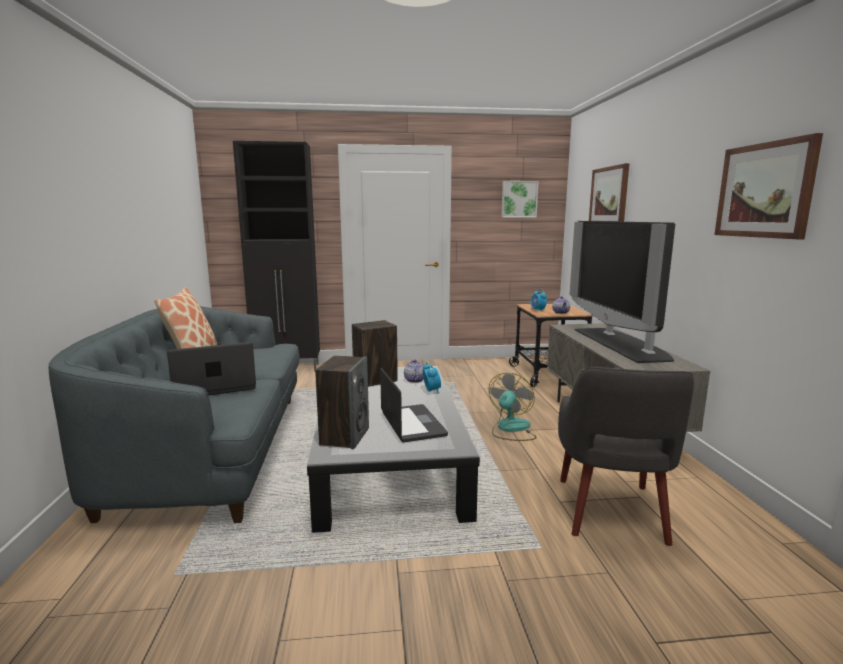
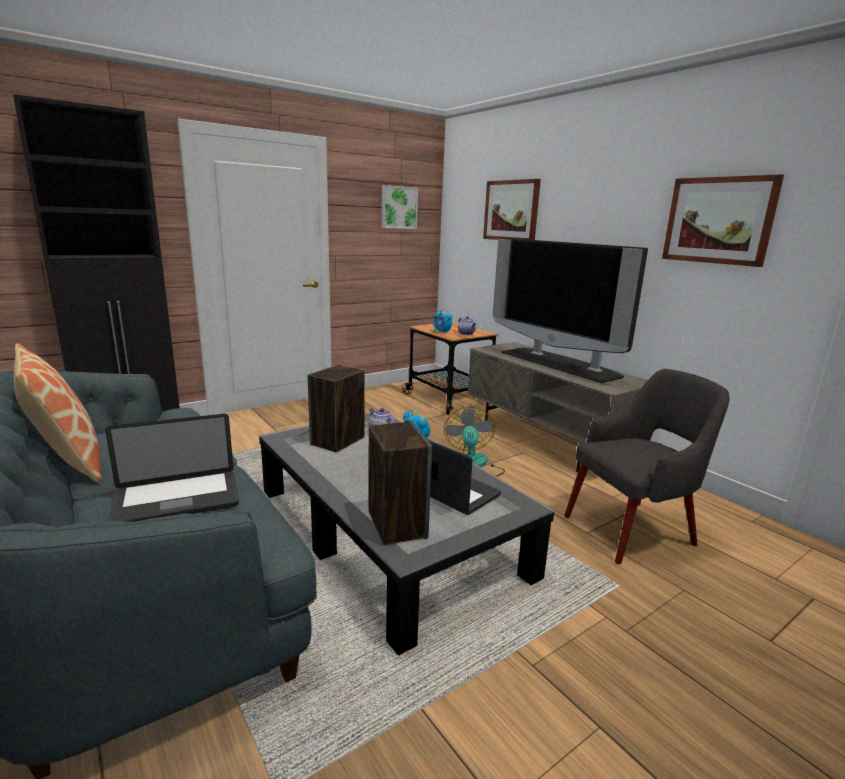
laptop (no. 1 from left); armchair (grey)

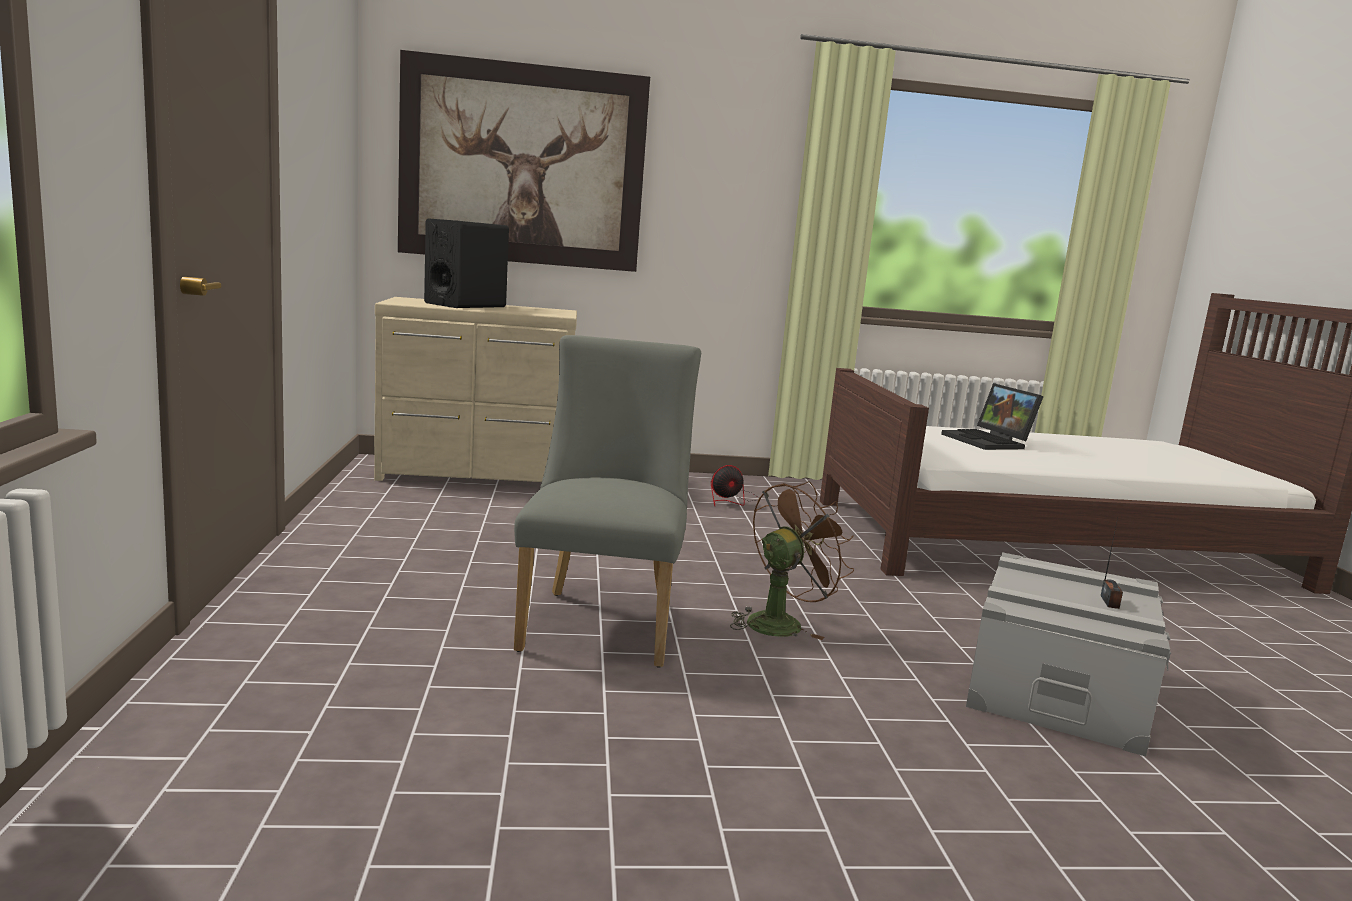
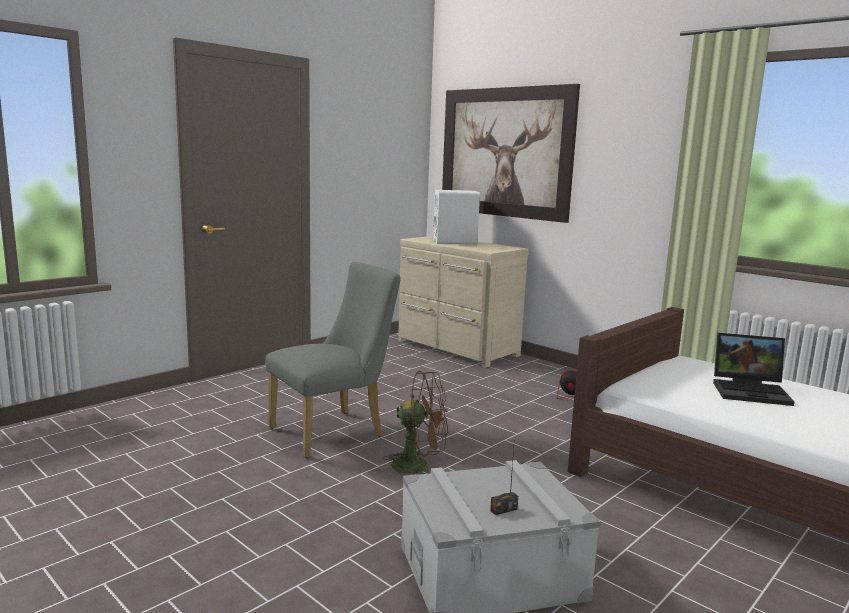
speaker (white); laptop

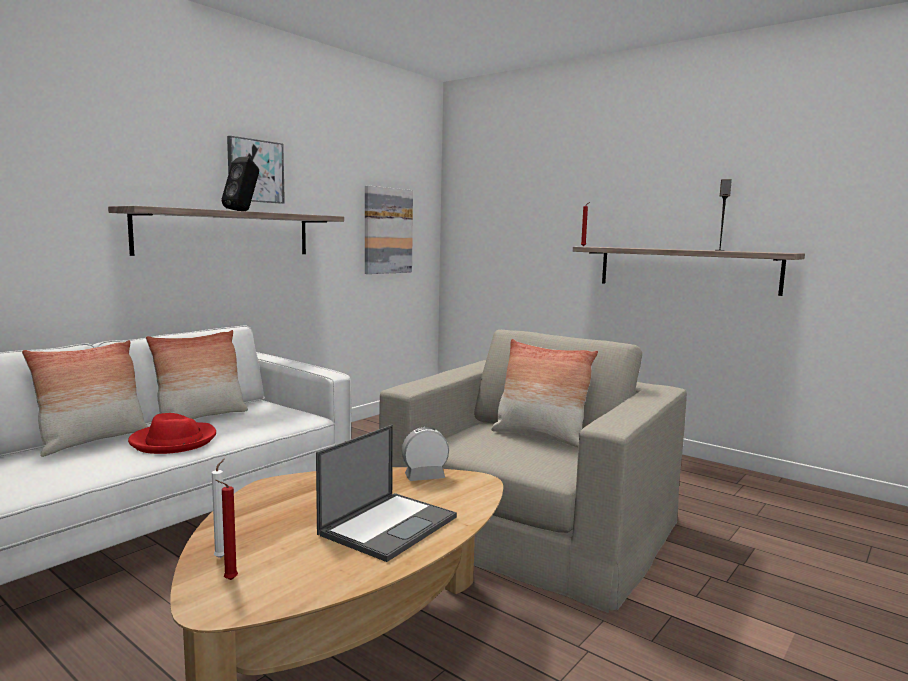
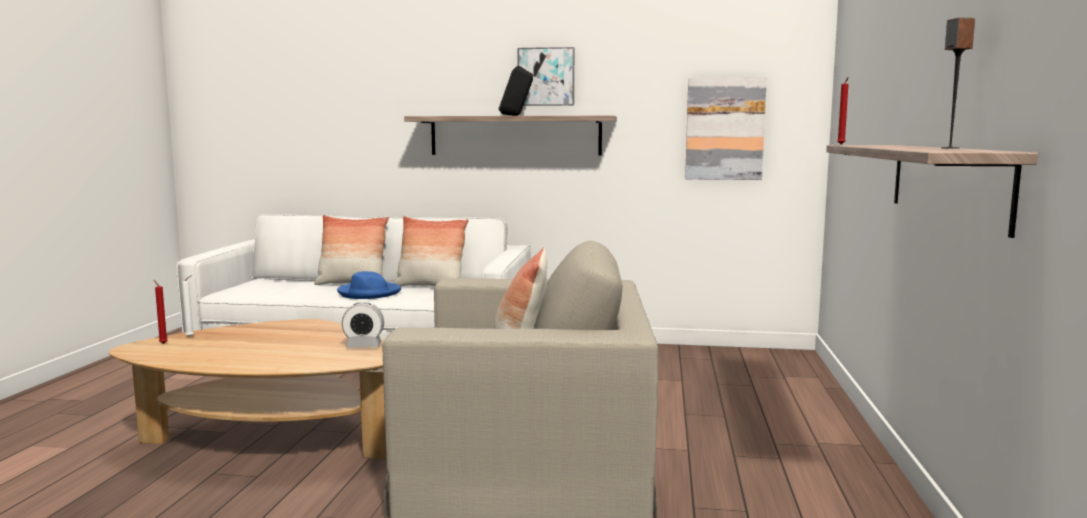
hat (blue); laptop; alarm clock

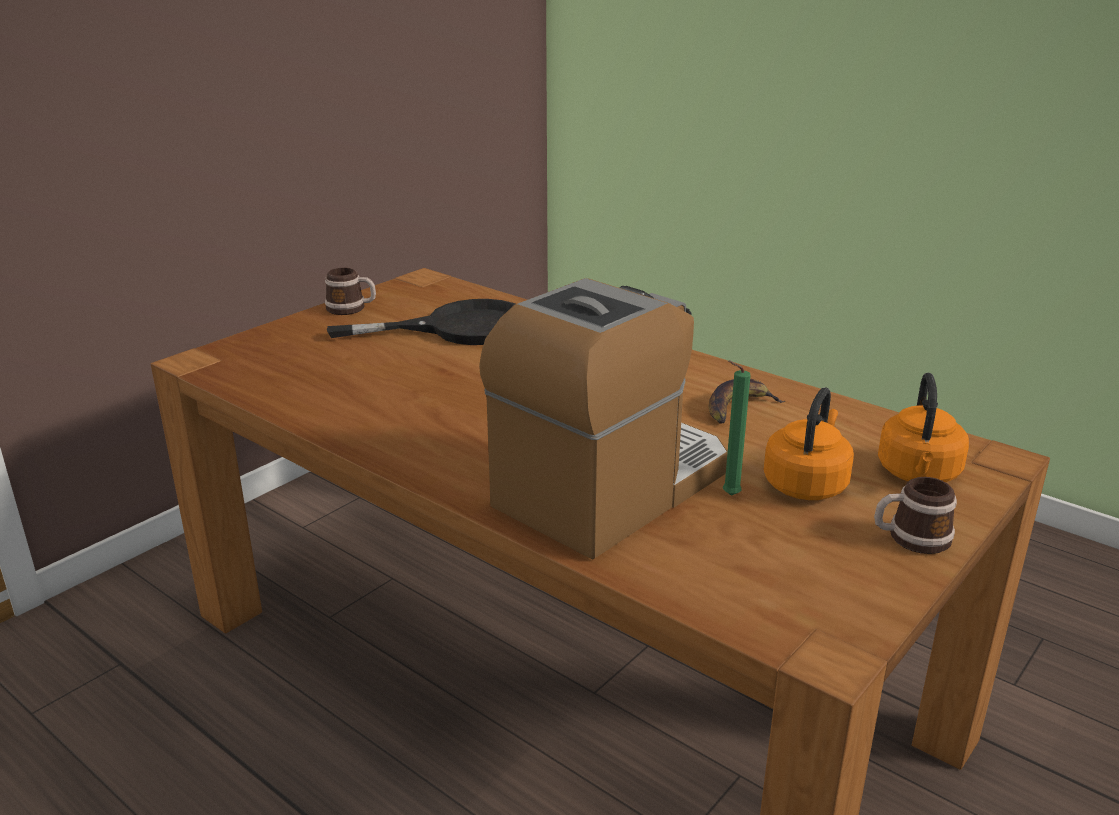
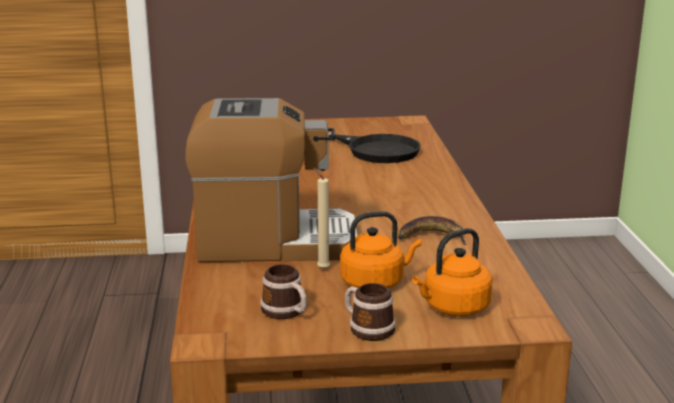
mug (no. 1 from left); candle (beige)

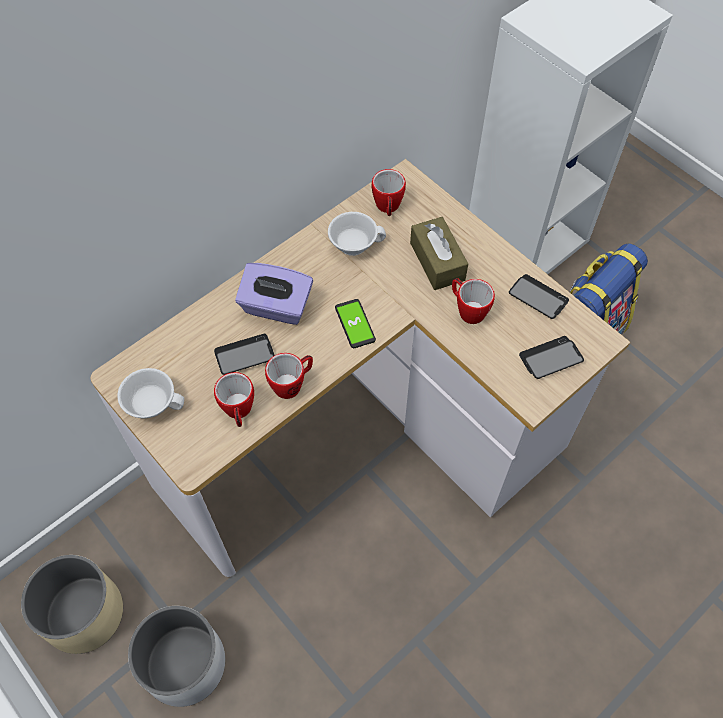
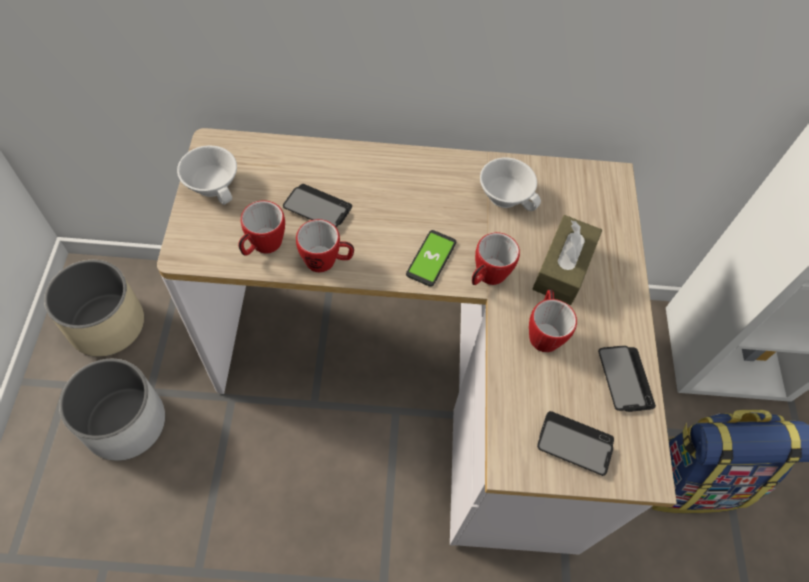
mug (no. 3 from left); tissue box (purple)

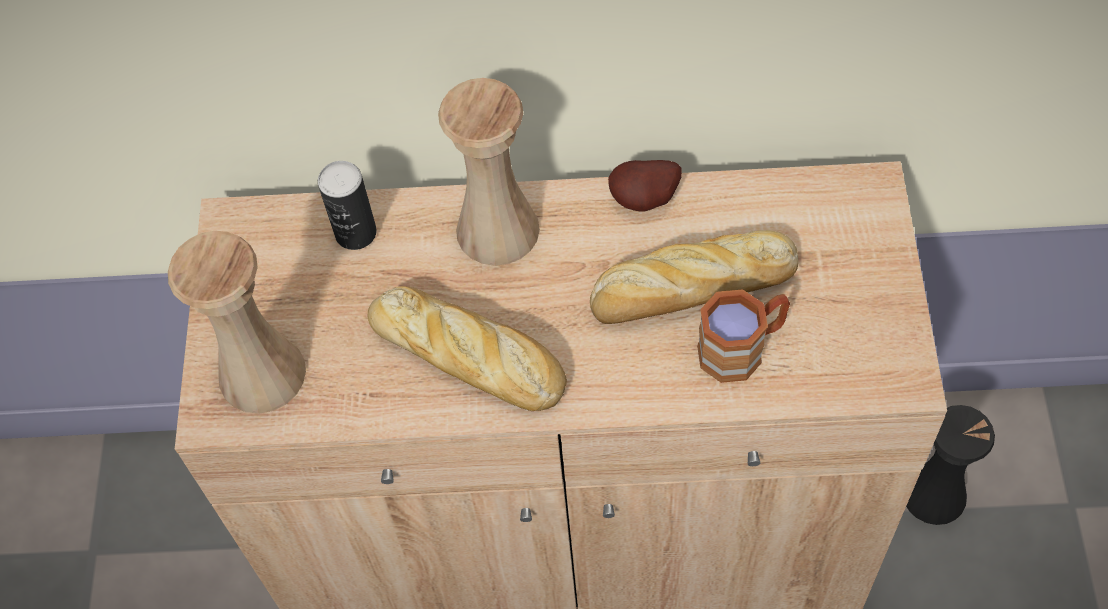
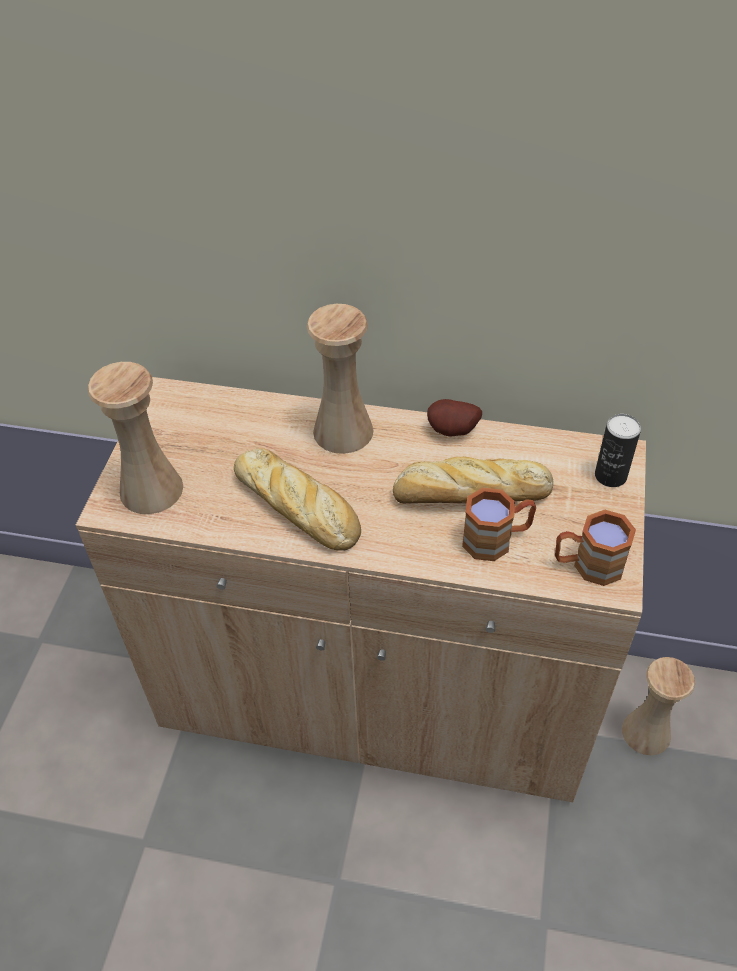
can; vase (beige) (no. 3 from left); mug (brown) (no. 2 from left)

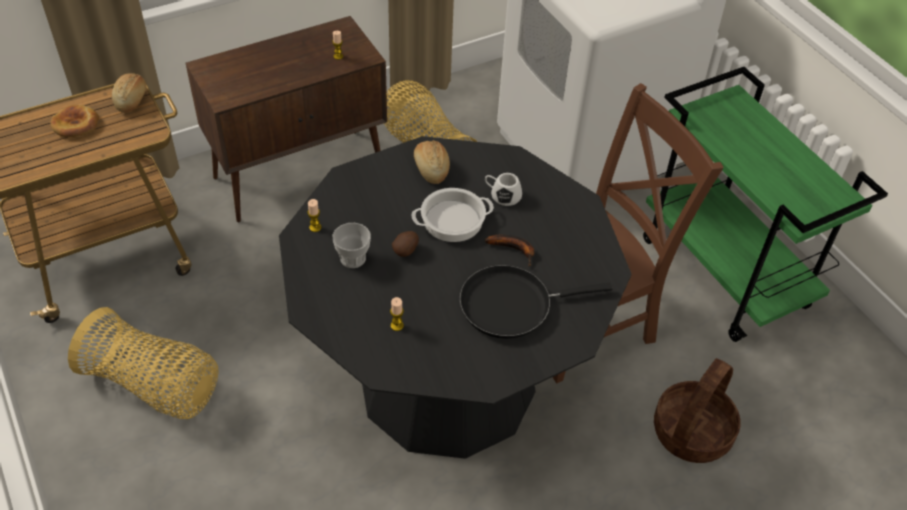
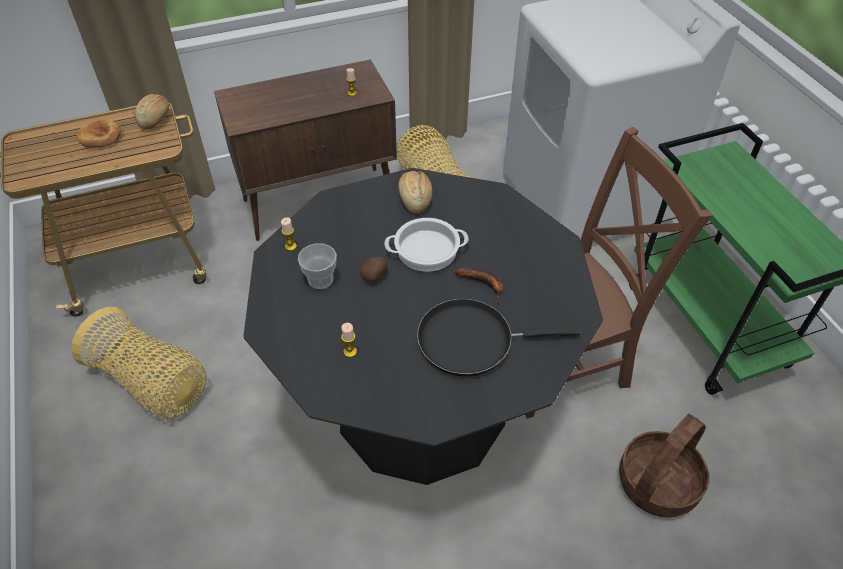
mug (white)

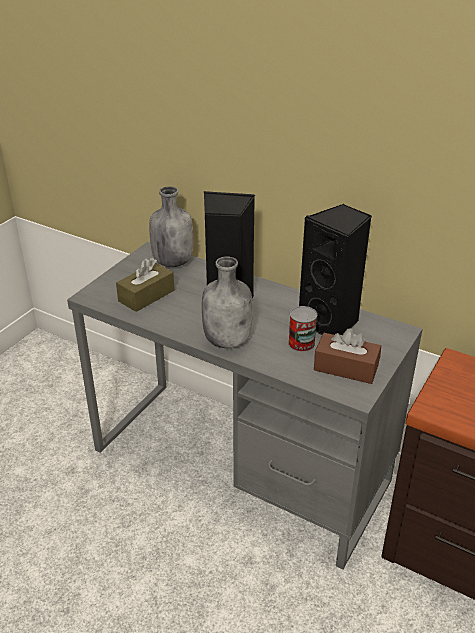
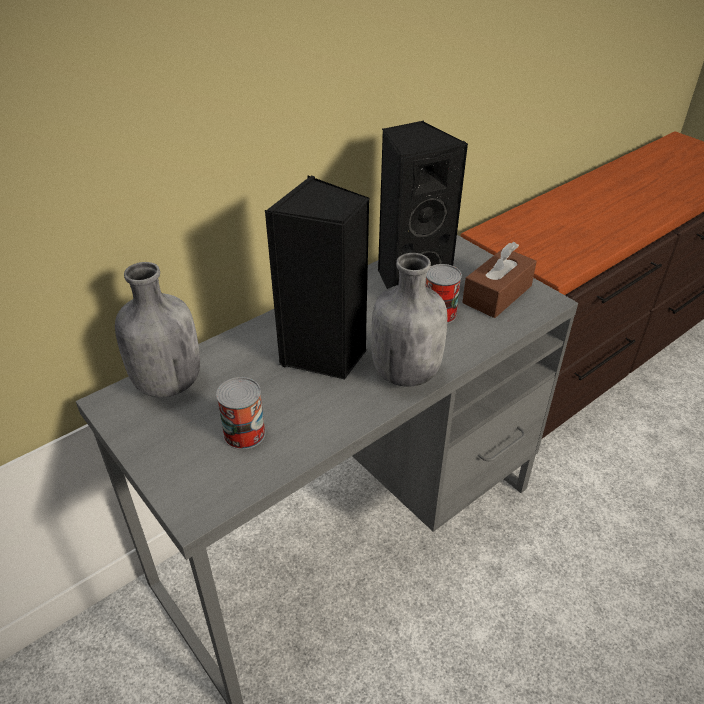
can (no. 1 from left)

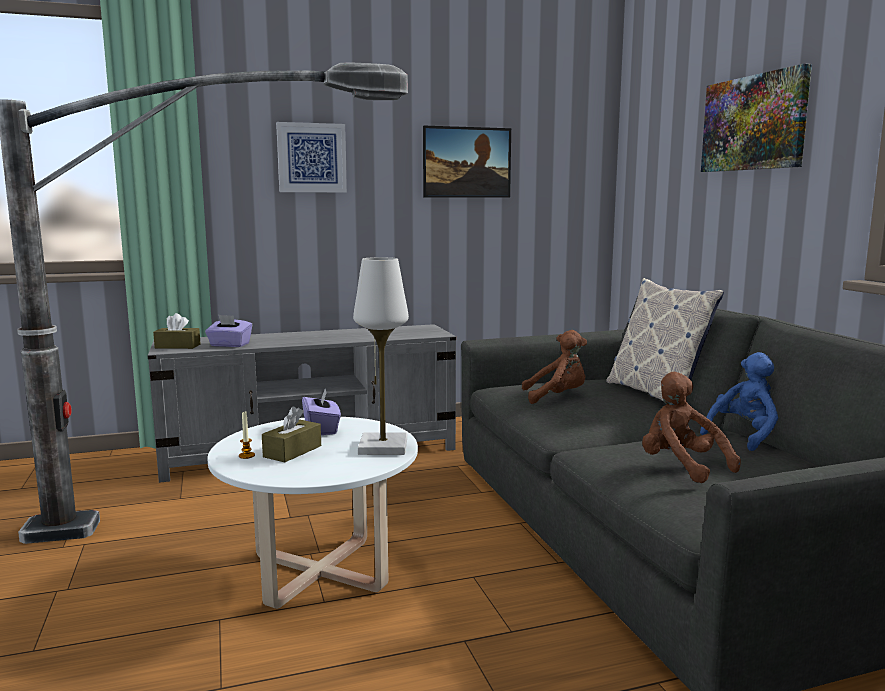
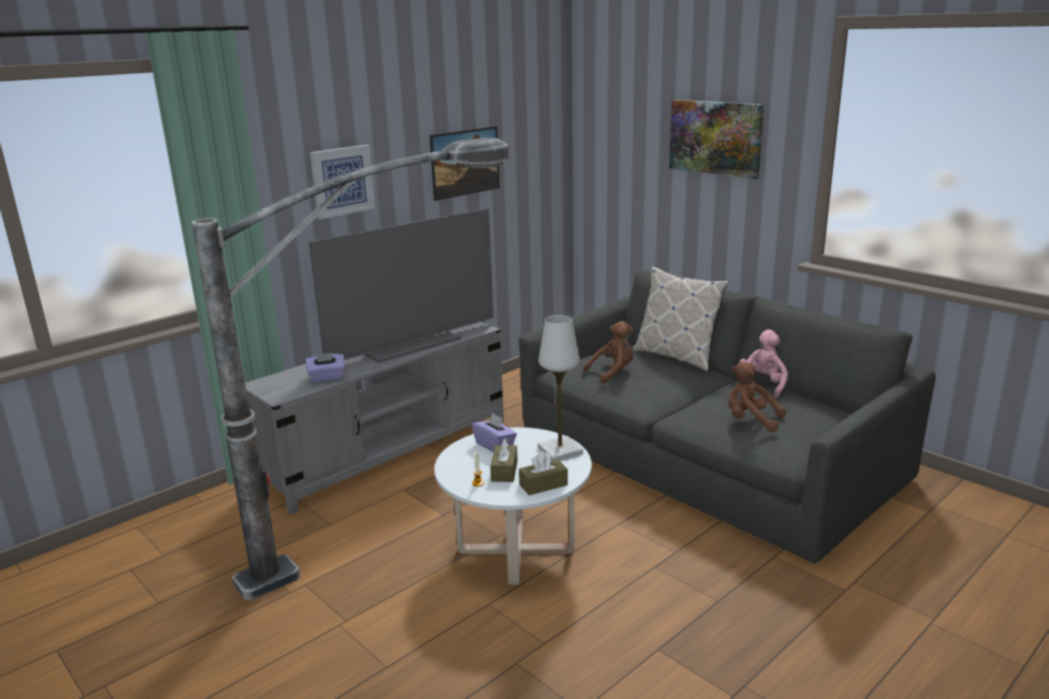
tissue box (brown) (no. 2 from left); plush toy (pink); television

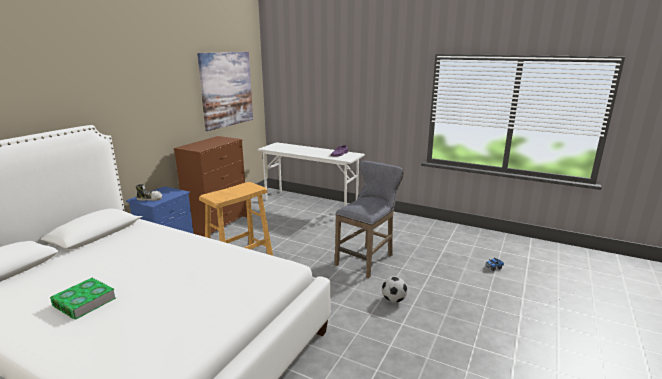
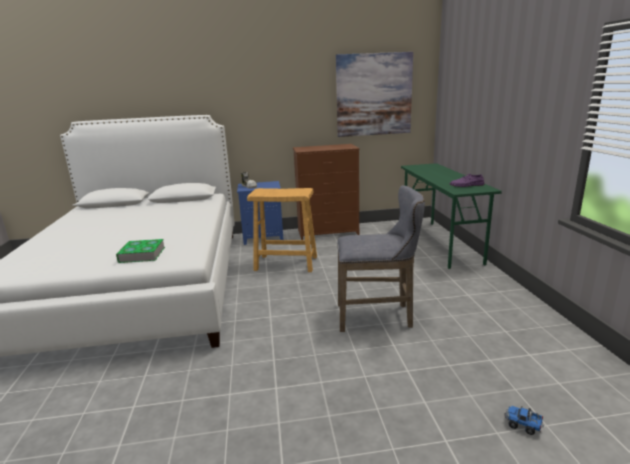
desk (green); football; book

